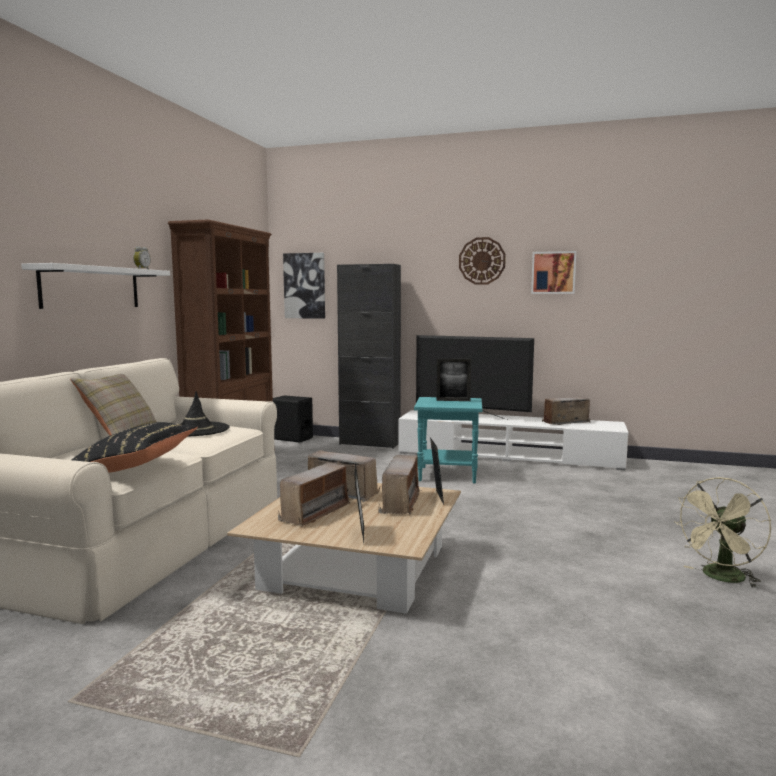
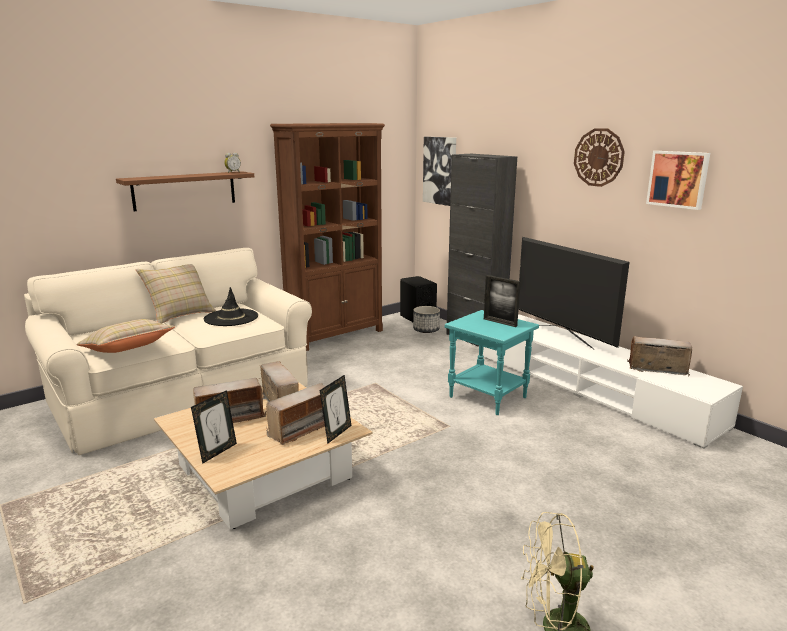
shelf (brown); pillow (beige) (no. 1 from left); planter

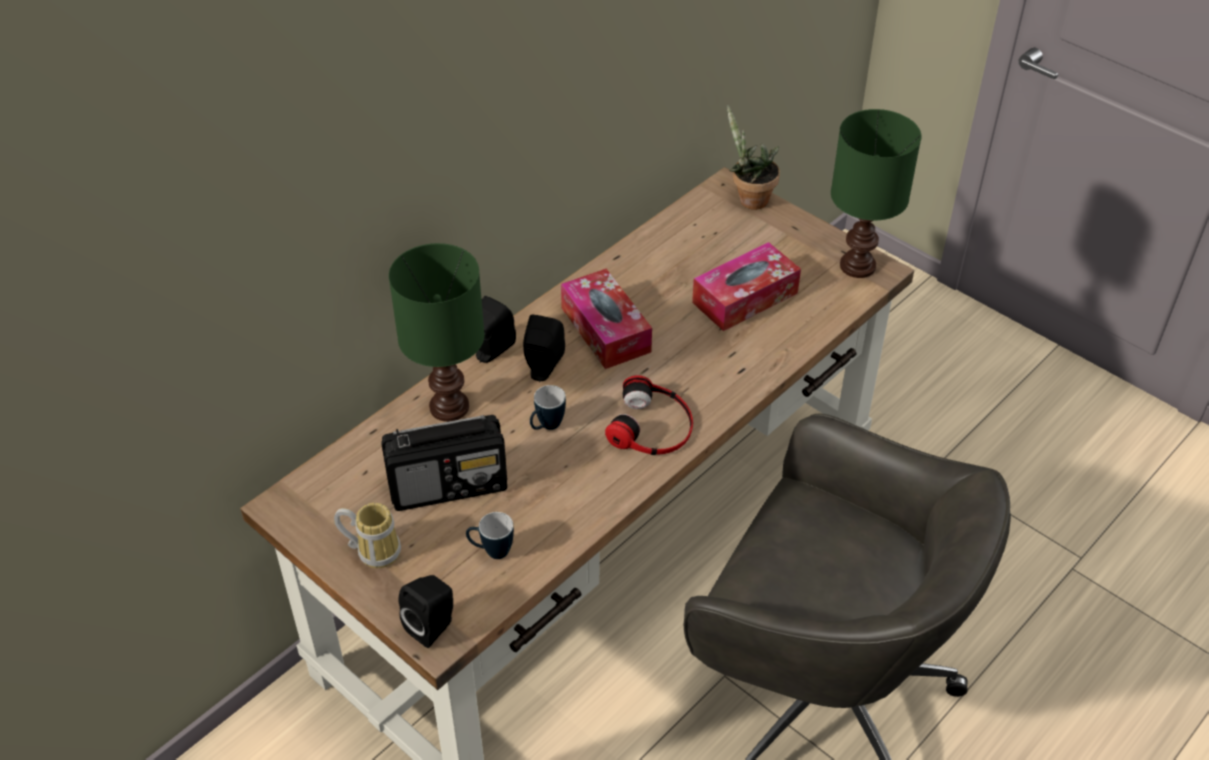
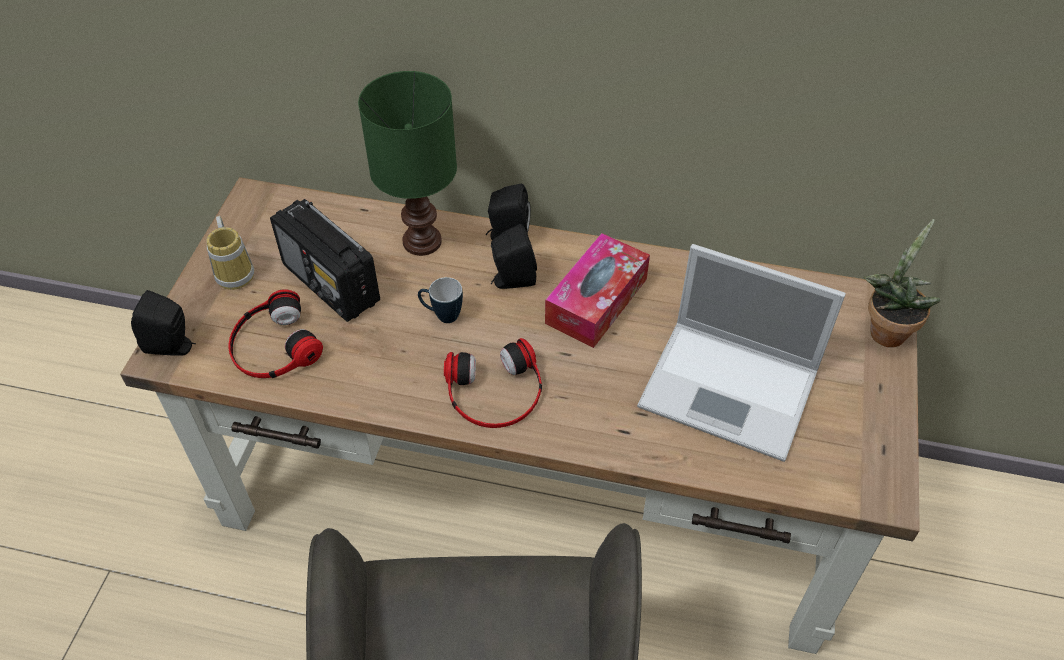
table lamp (green) (no. 2 from left in the first image); laptop; headphones (no. 1 from left)

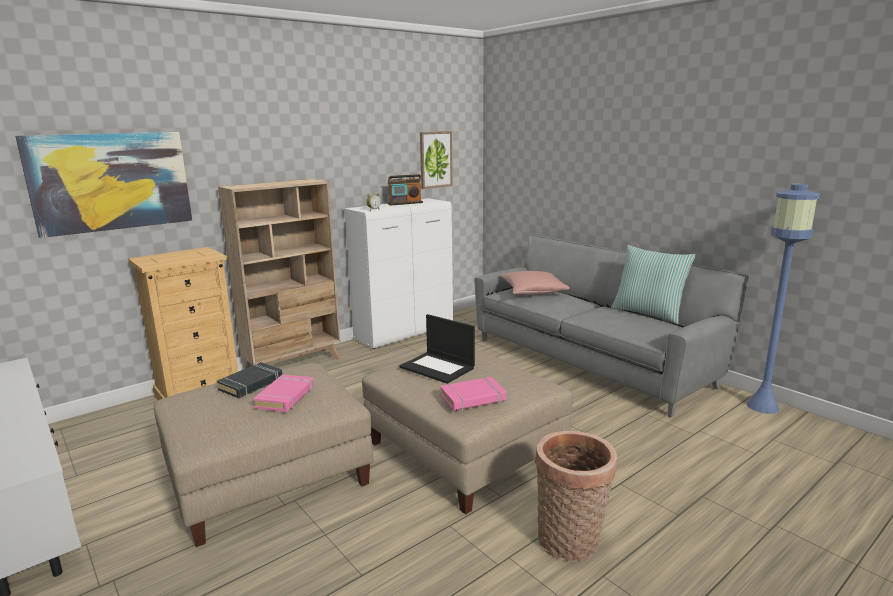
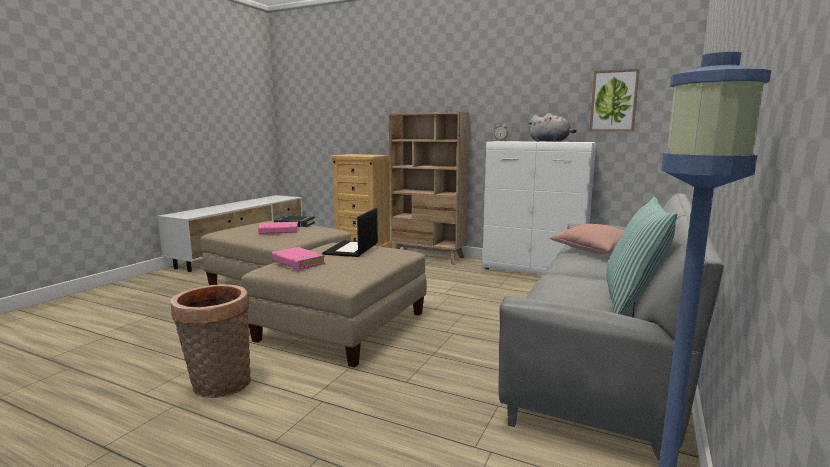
picture (no. 1 from left in the first image); plush toy (grey)

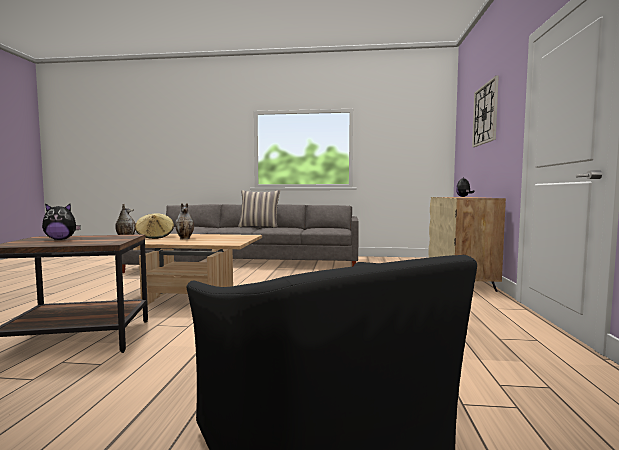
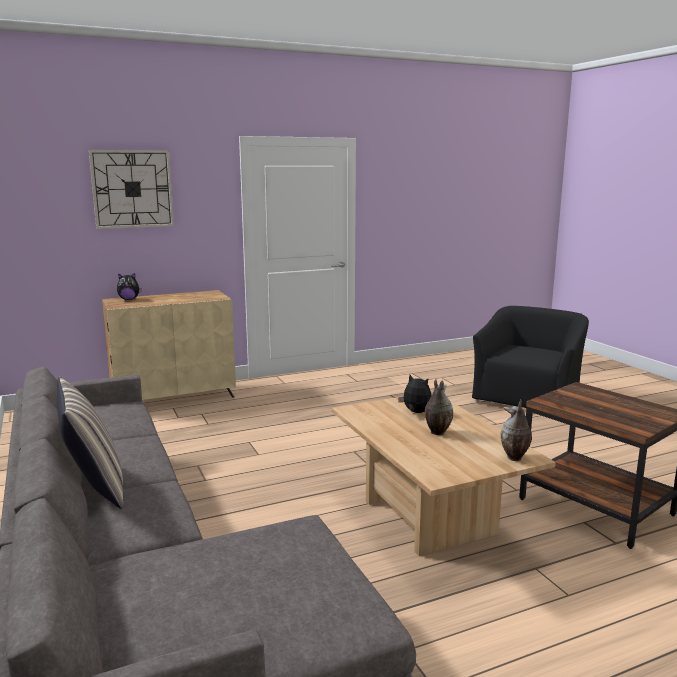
plush toy (no. 2 from left); hat (beige)

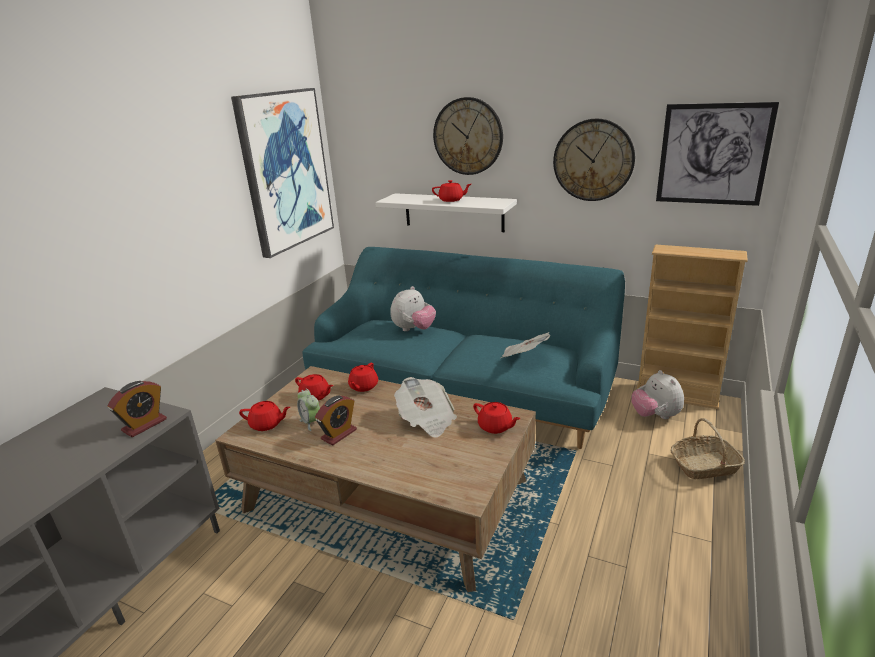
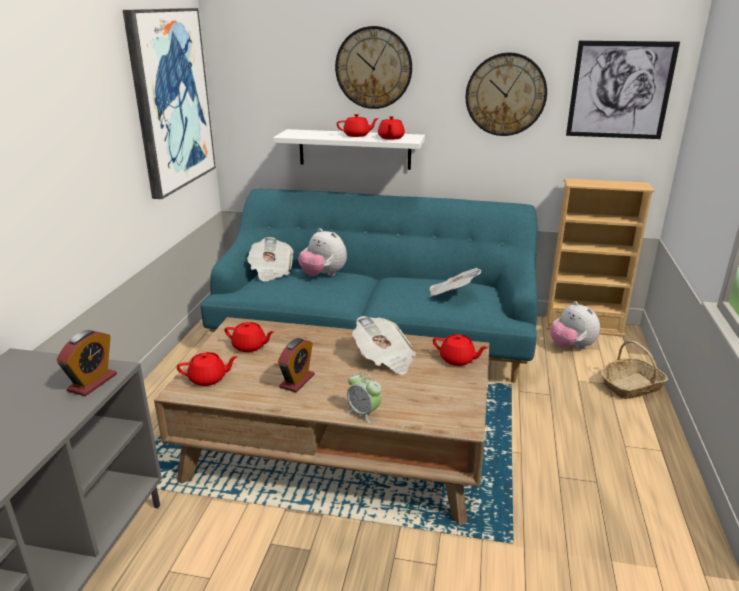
plush toy (no. 1 from left); teapot (red) (no. 4 from left); alarm clock (no. 3 from left); newspaper (no. 1 from left)

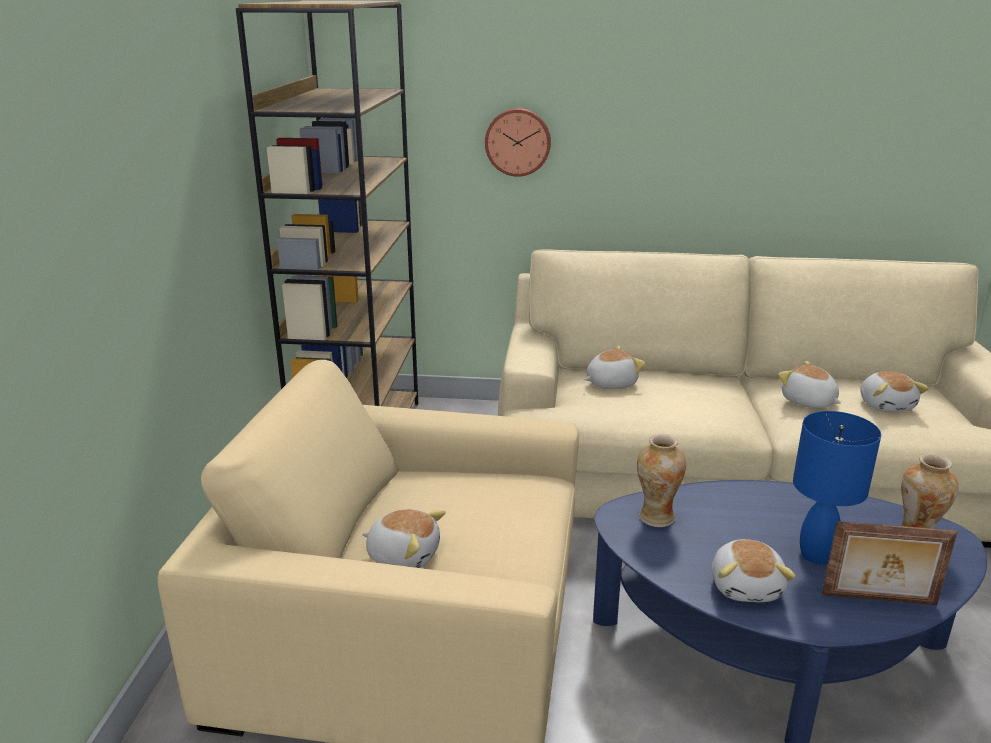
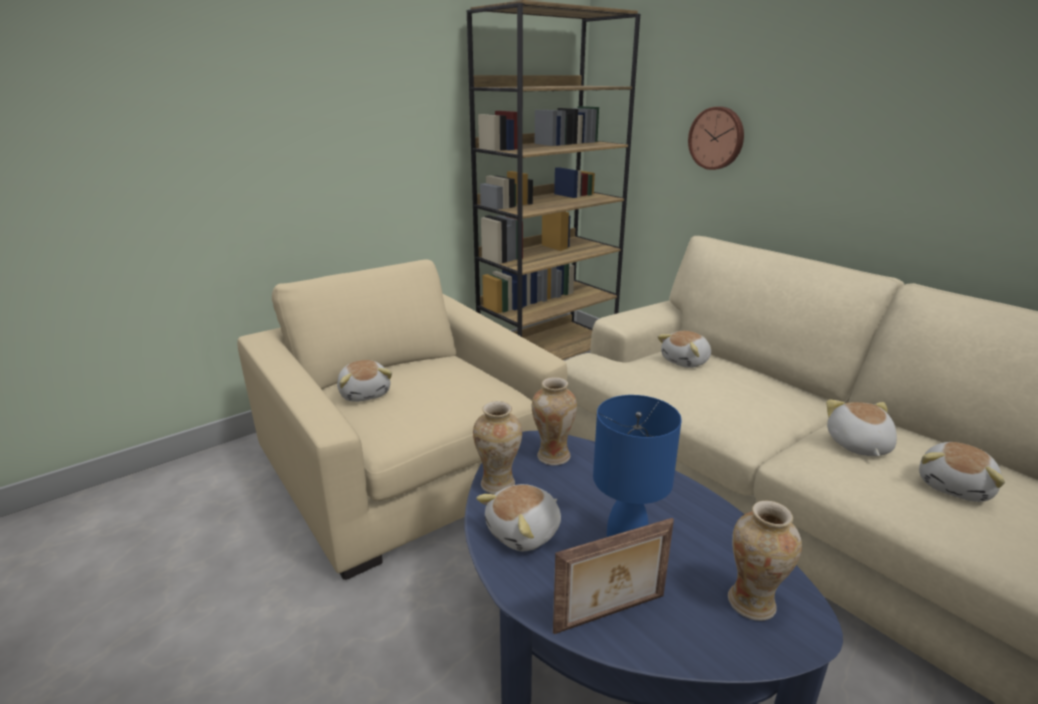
plush toy (no. 3 from left); picture frame; vase (no. 1 from left)

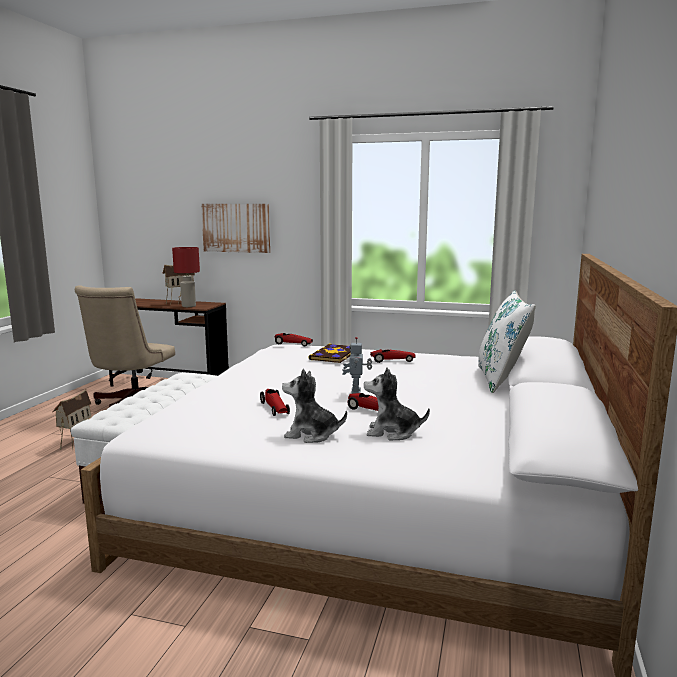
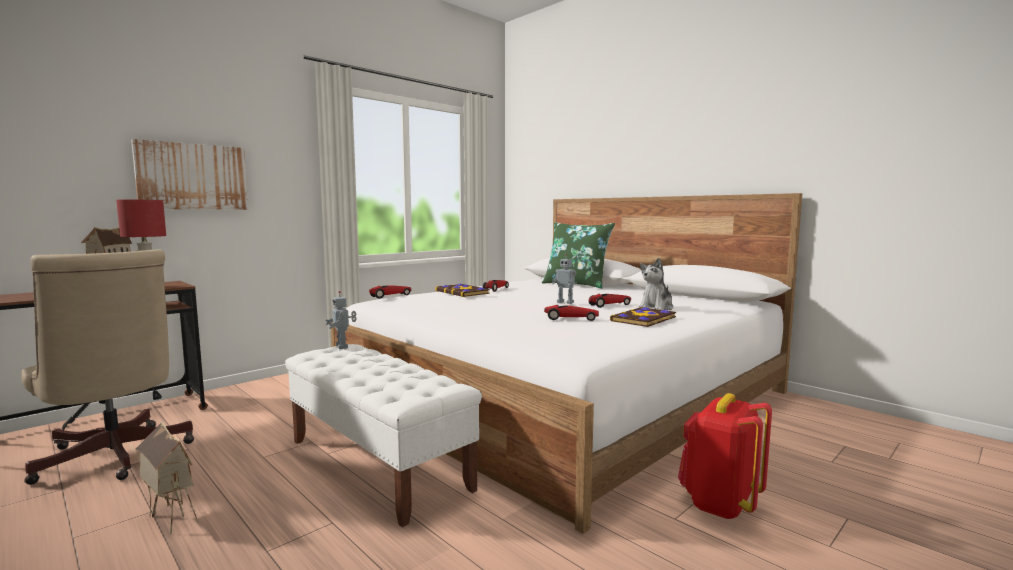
pillow (green); book (no. 2 from left); toy robot (no. 1 from left); backpack (red)

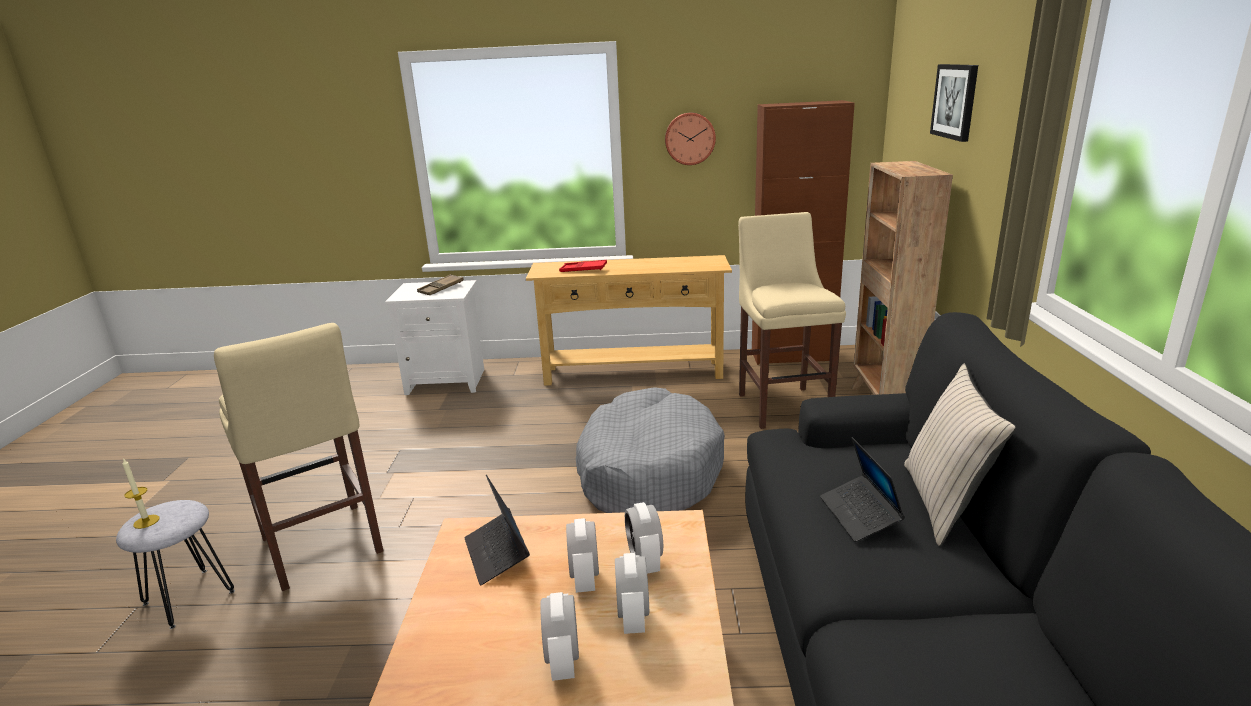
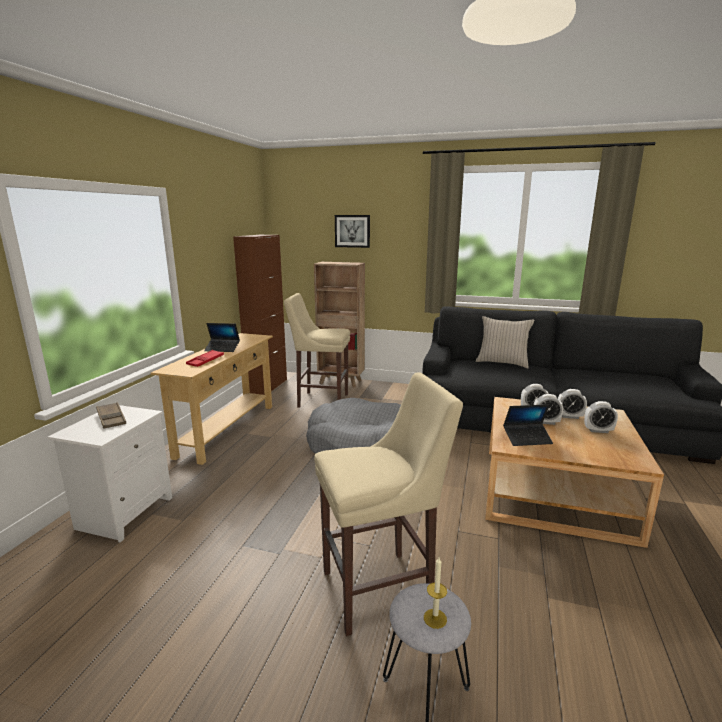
wall clock; laptop (no. 1 from left)

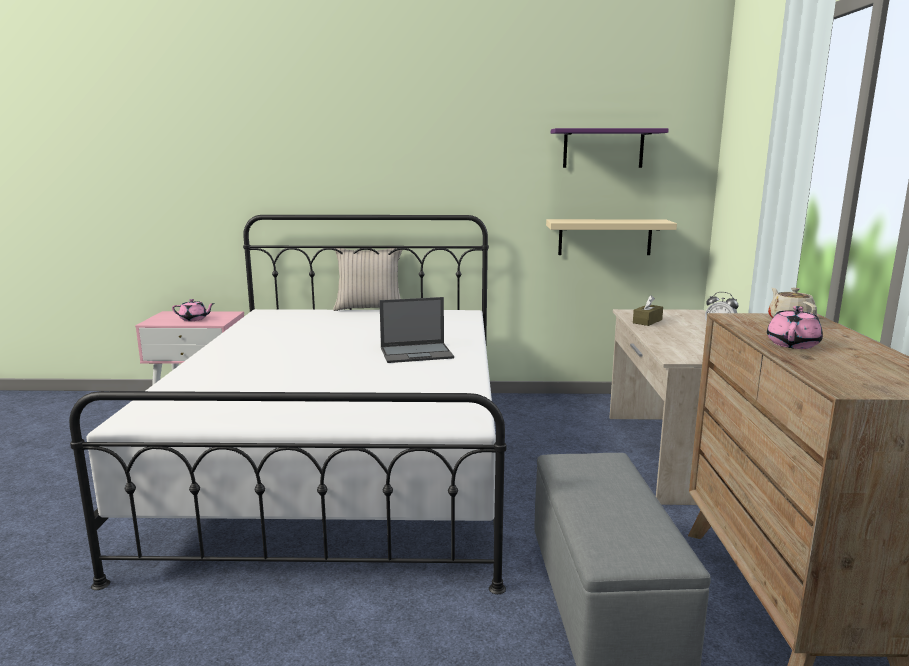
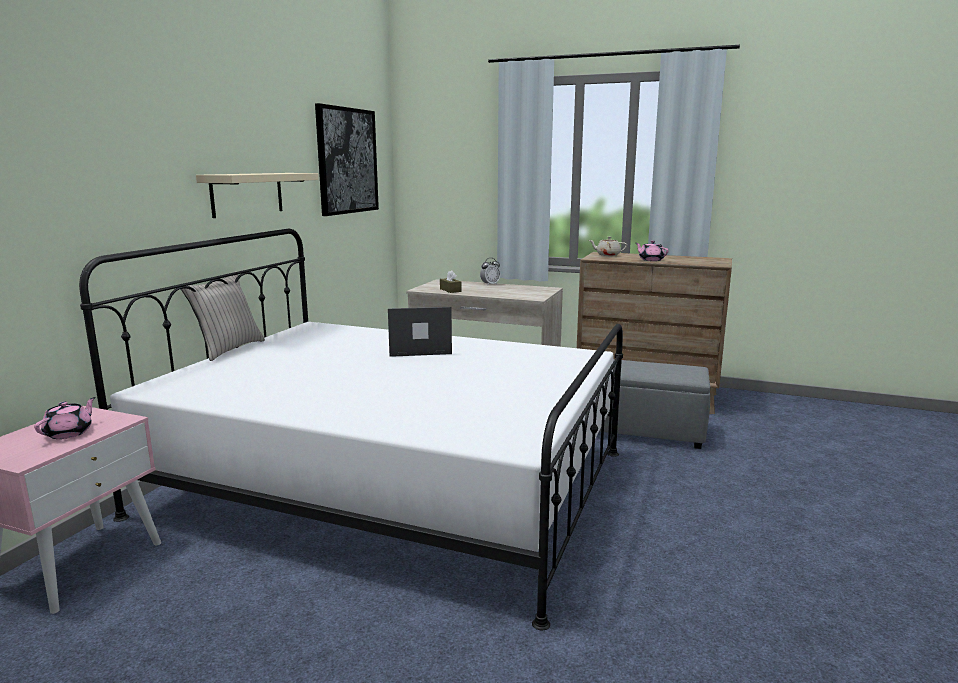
picture; shelf (beige); laptop

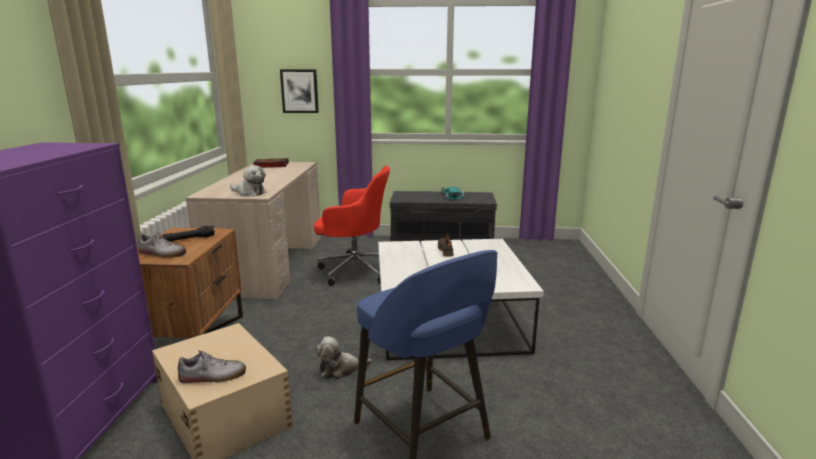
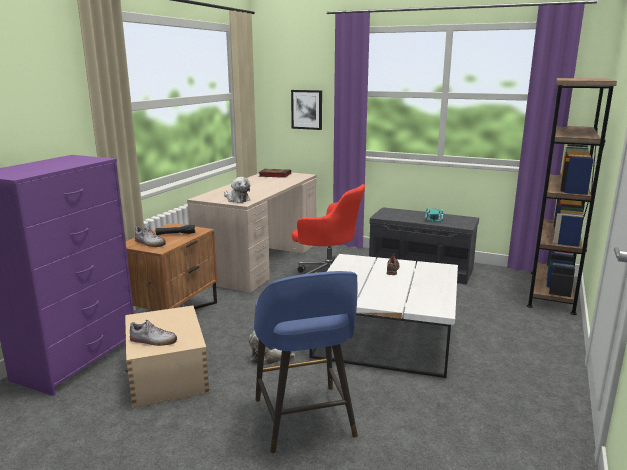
bookcase (brown)

